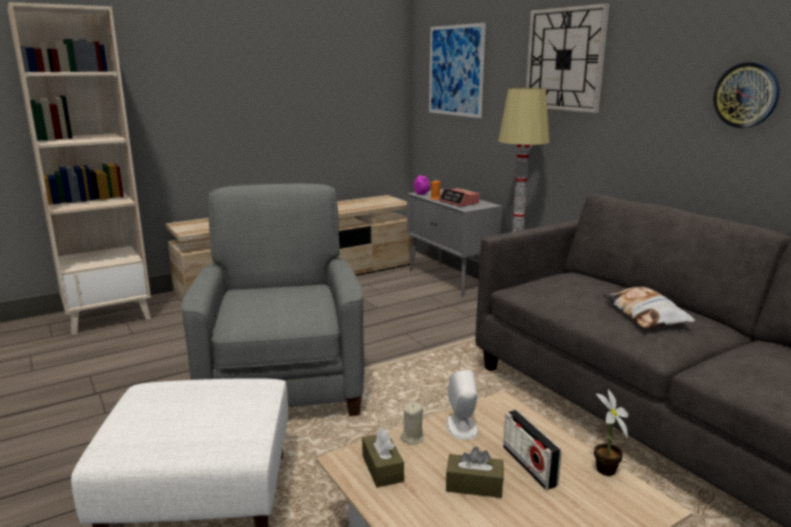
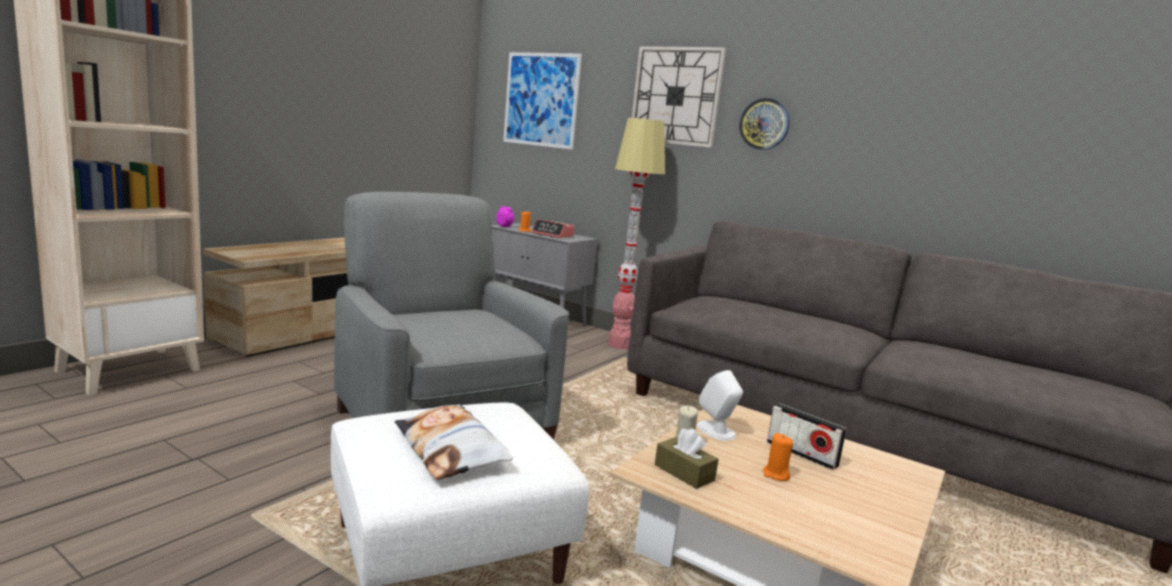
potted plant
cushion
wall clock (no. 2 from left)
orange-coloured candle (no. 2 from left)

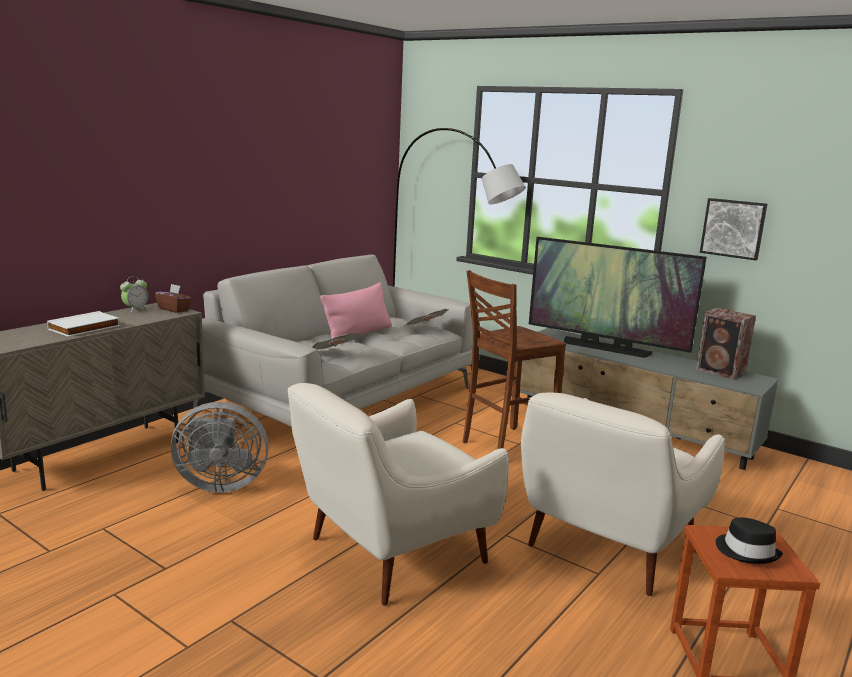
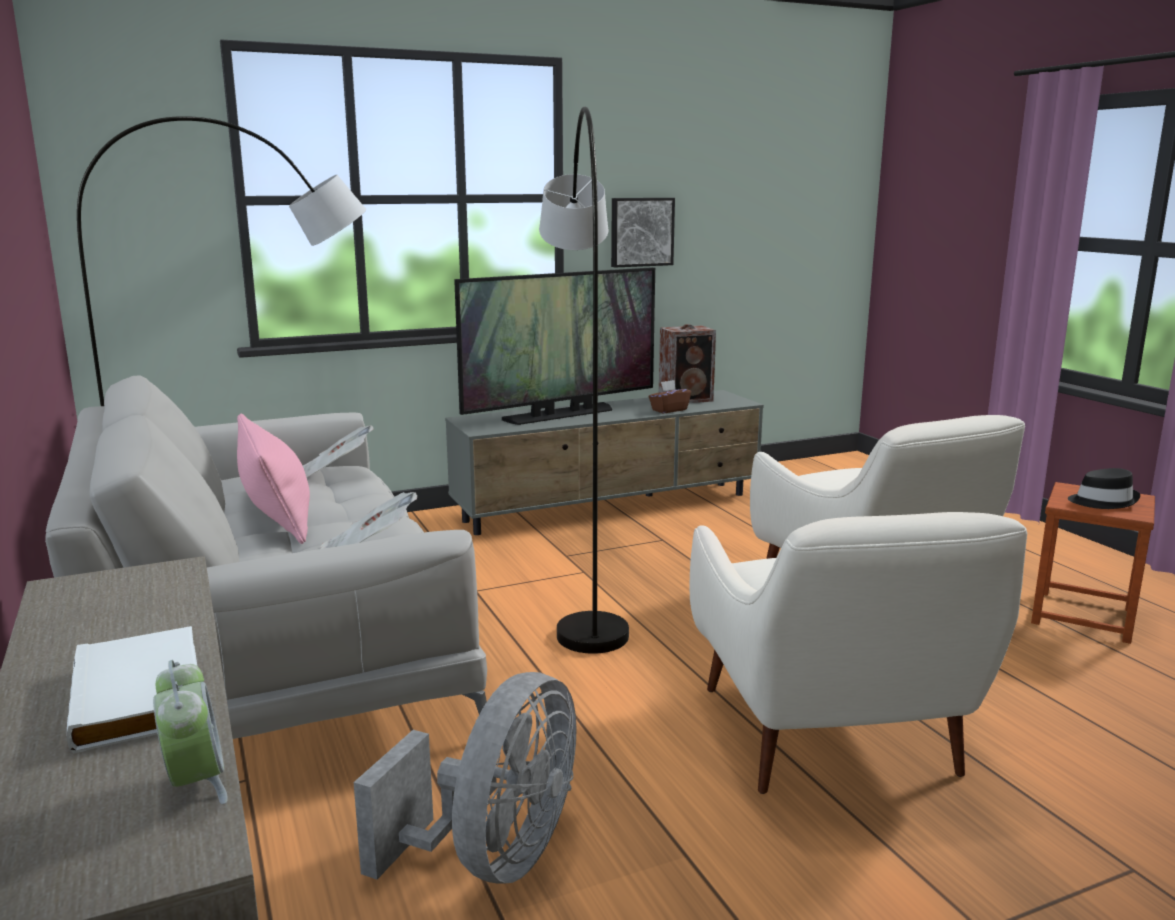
alarm clock
brown tissue holder
grey floor lamp (no. 2 from left)

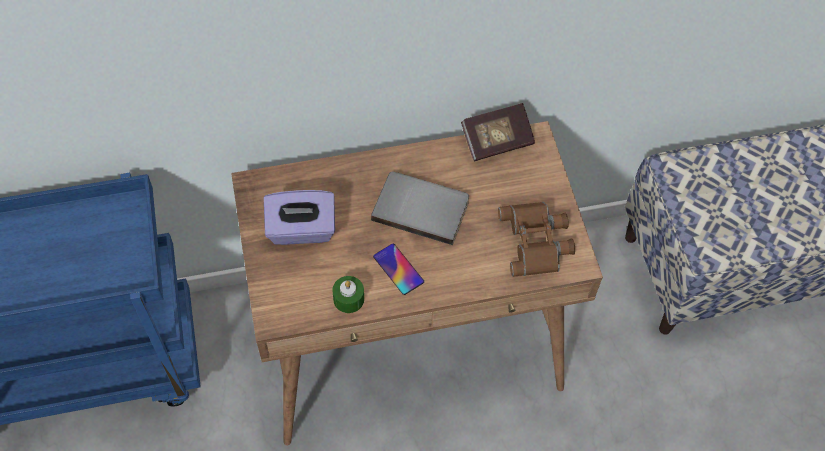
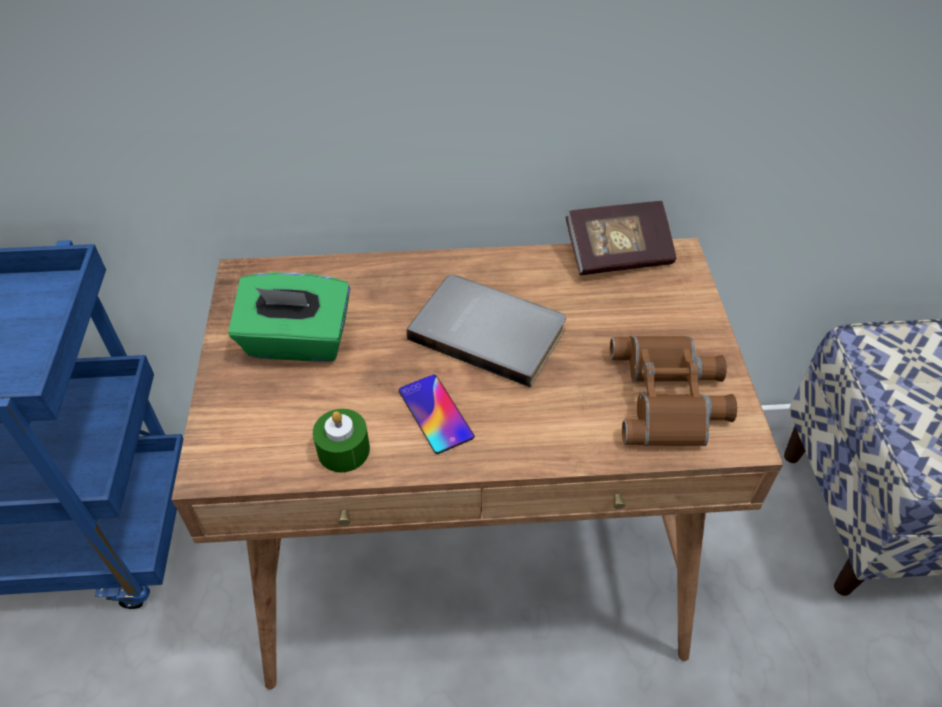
green tissue holder

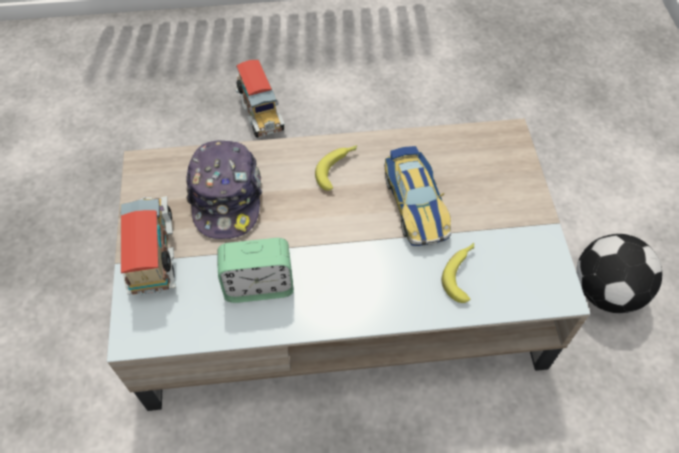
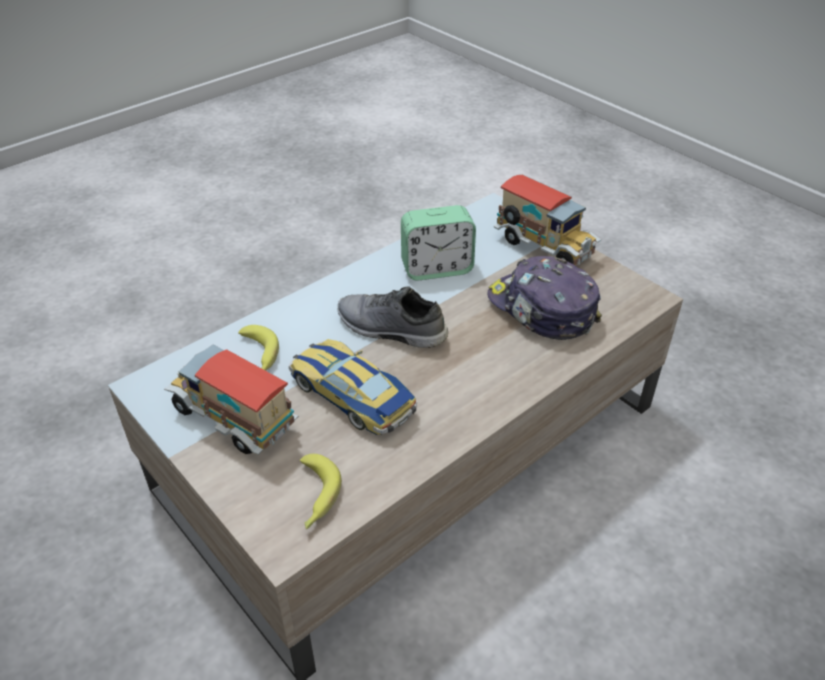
football ball
grey low shoe
toy truck (no. 1 from left)
banana (no. 2 from left)
alarm clock

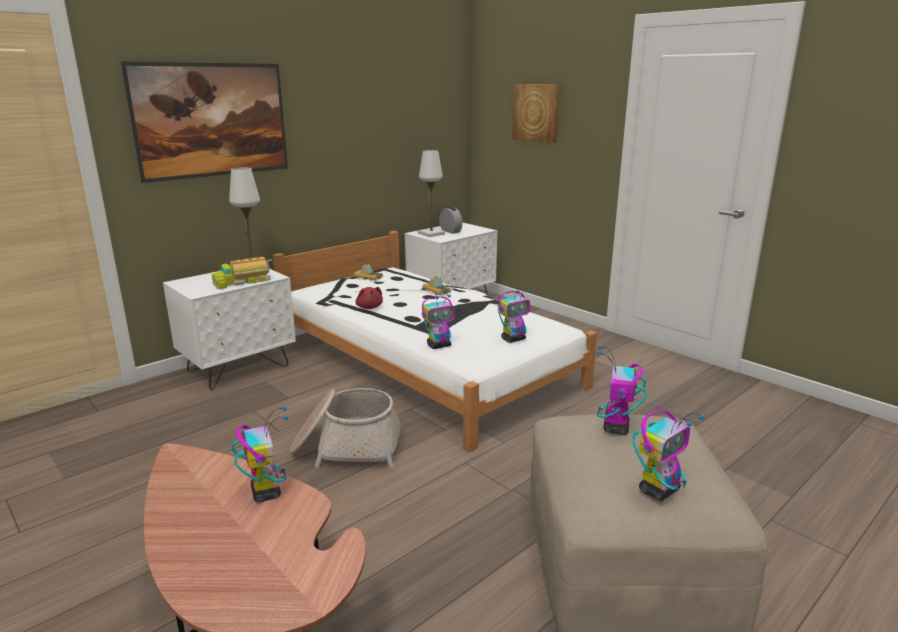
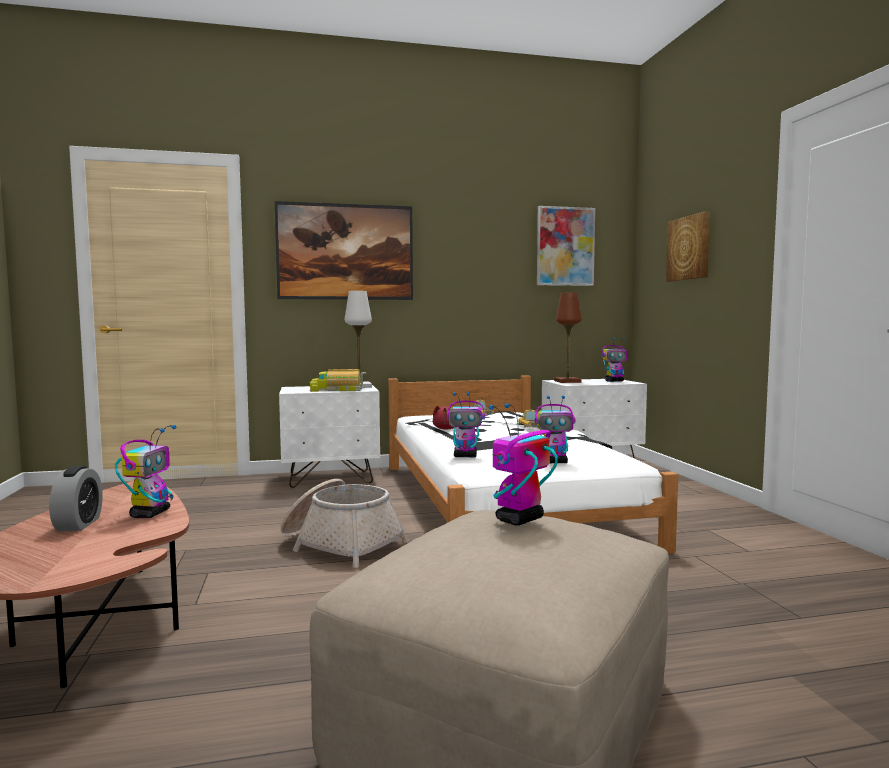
picture (no. 2 from left)
alarm clock
model robot (no. 5 from left)
brown table lamp

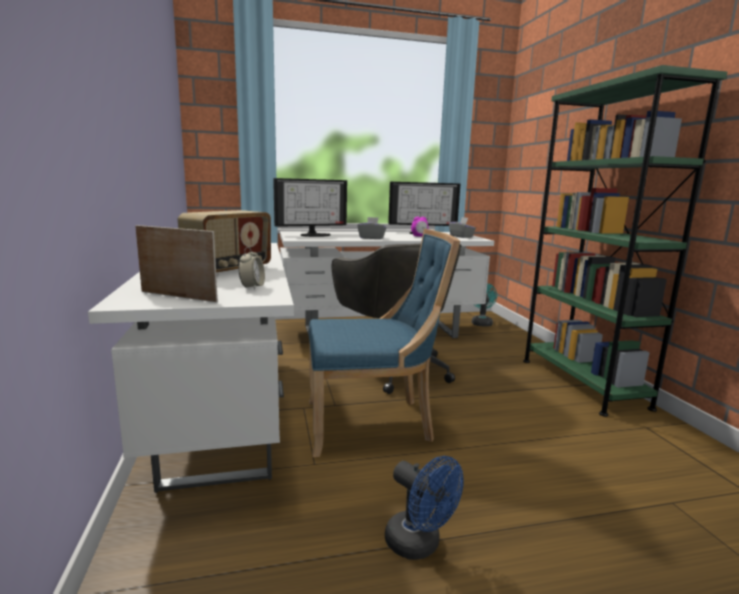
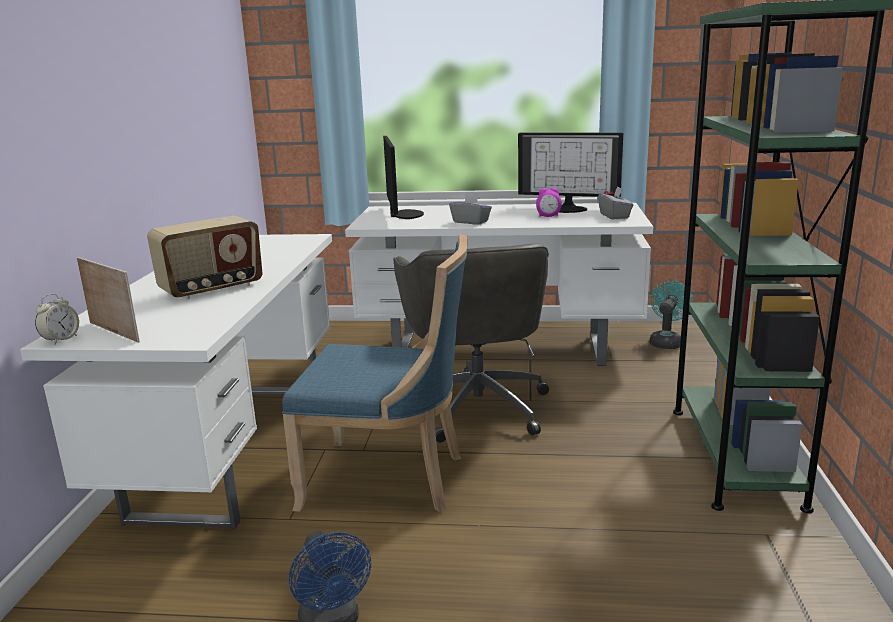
alarm clock (no. 1 from left)
computer display (no. 1 from left)

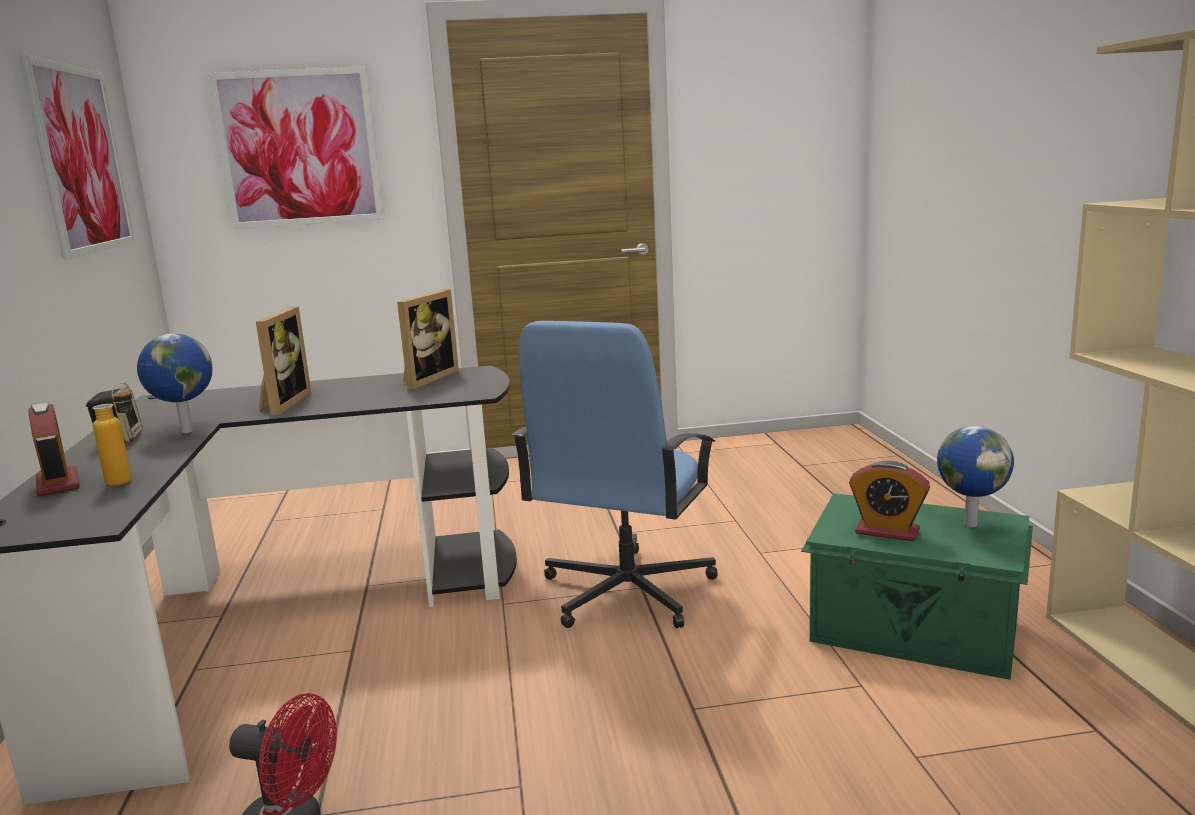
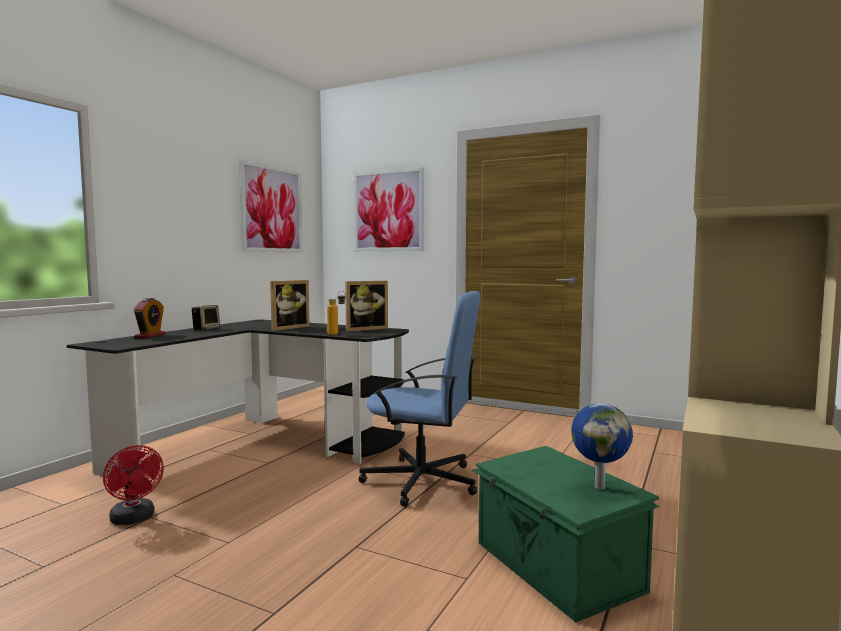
world globe (no. 1 from left in the first image)
alarm clock (no. 2 from left in the first image)
bottle
blue desk chair

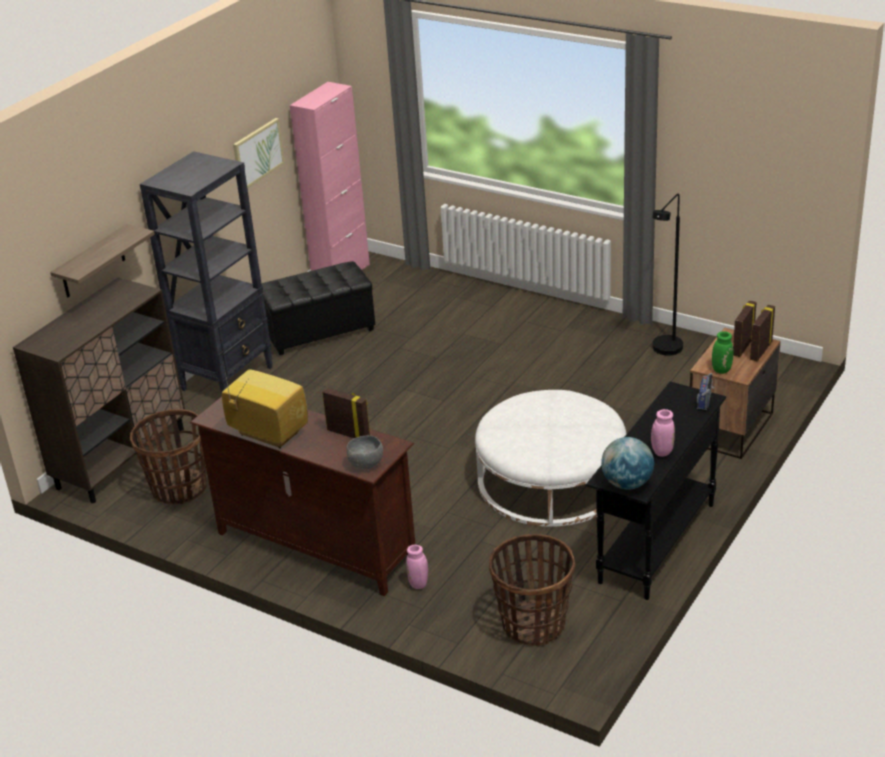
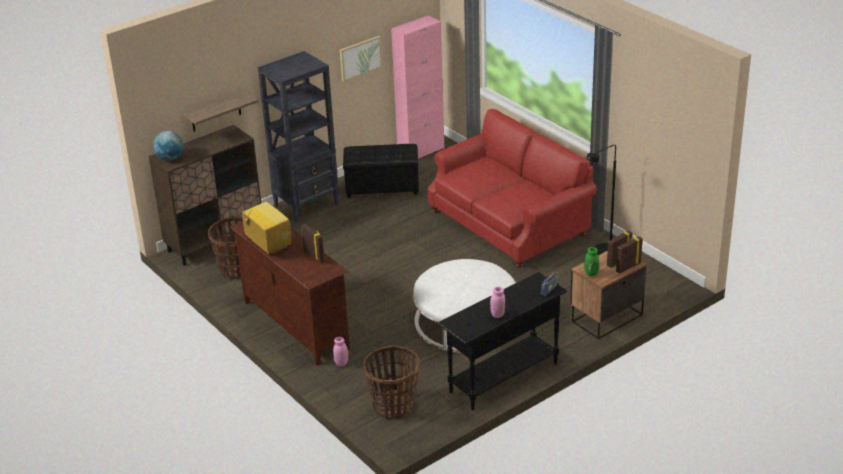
grey serving bowl
reddish sofa
world globe

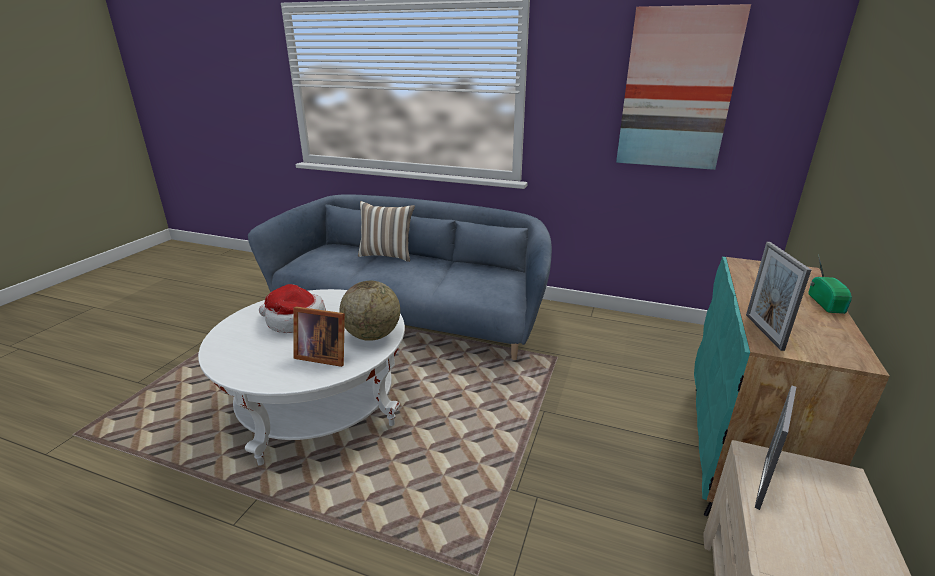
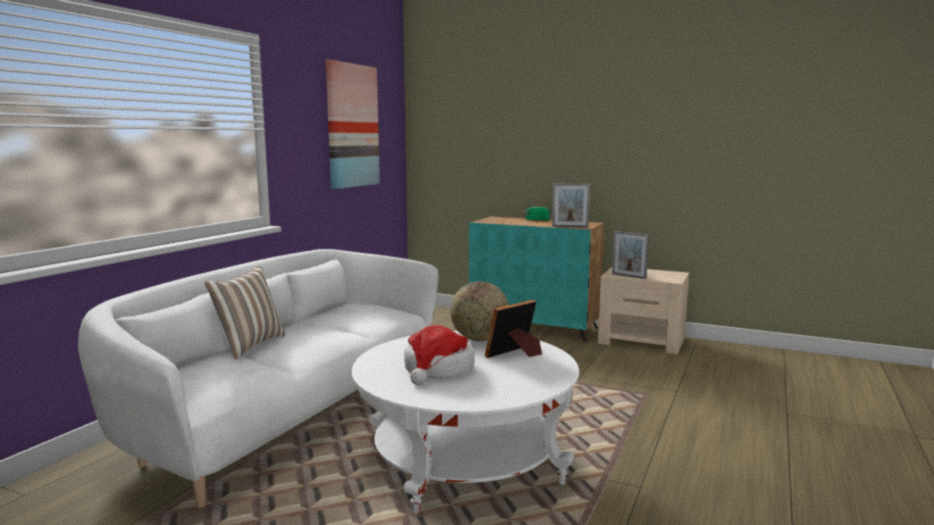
whitish sofa
picture frame (no. 1 from left)

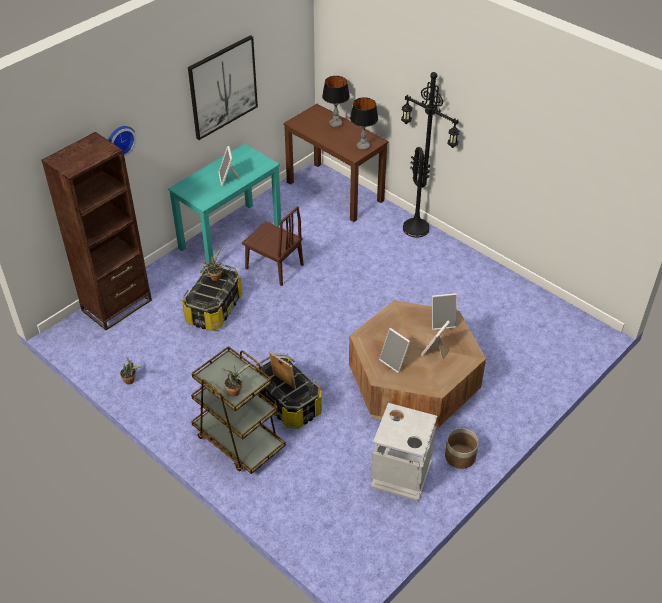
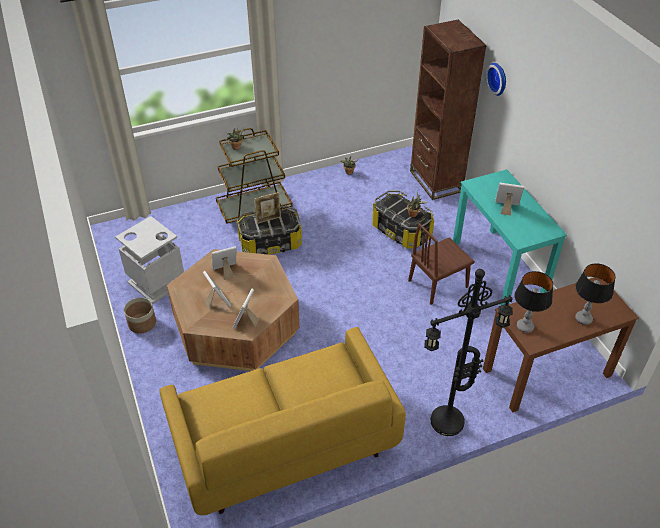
picture
yellowish sofa

